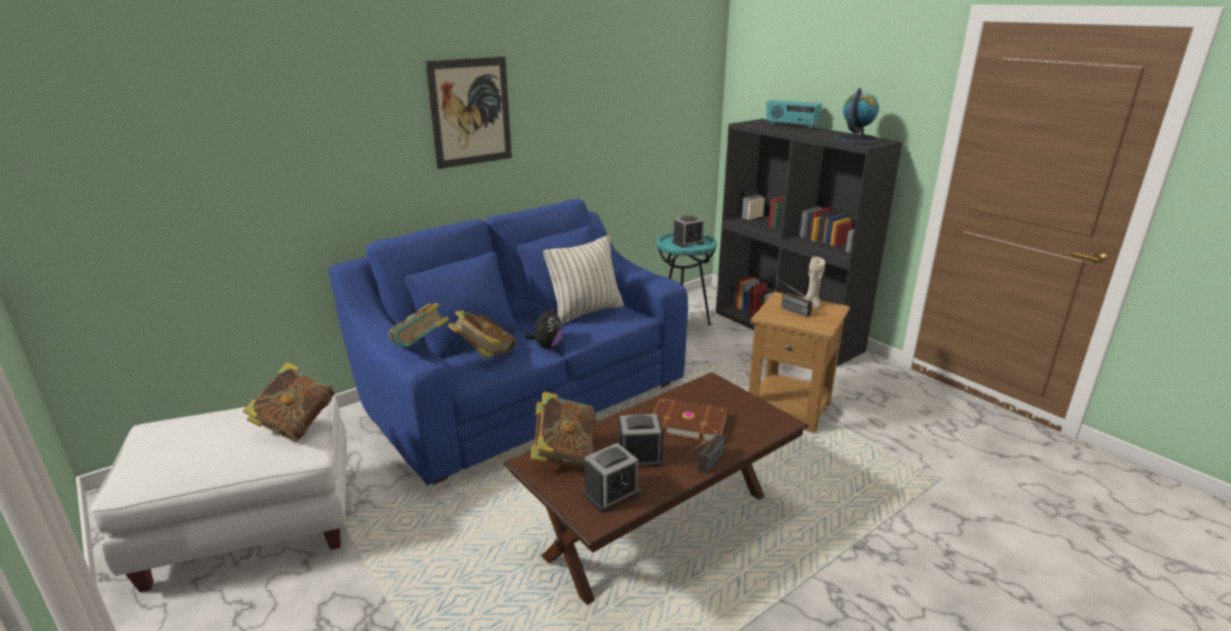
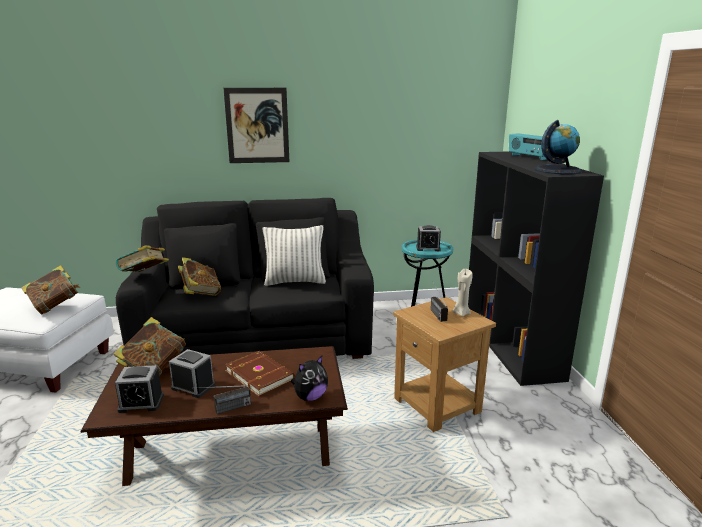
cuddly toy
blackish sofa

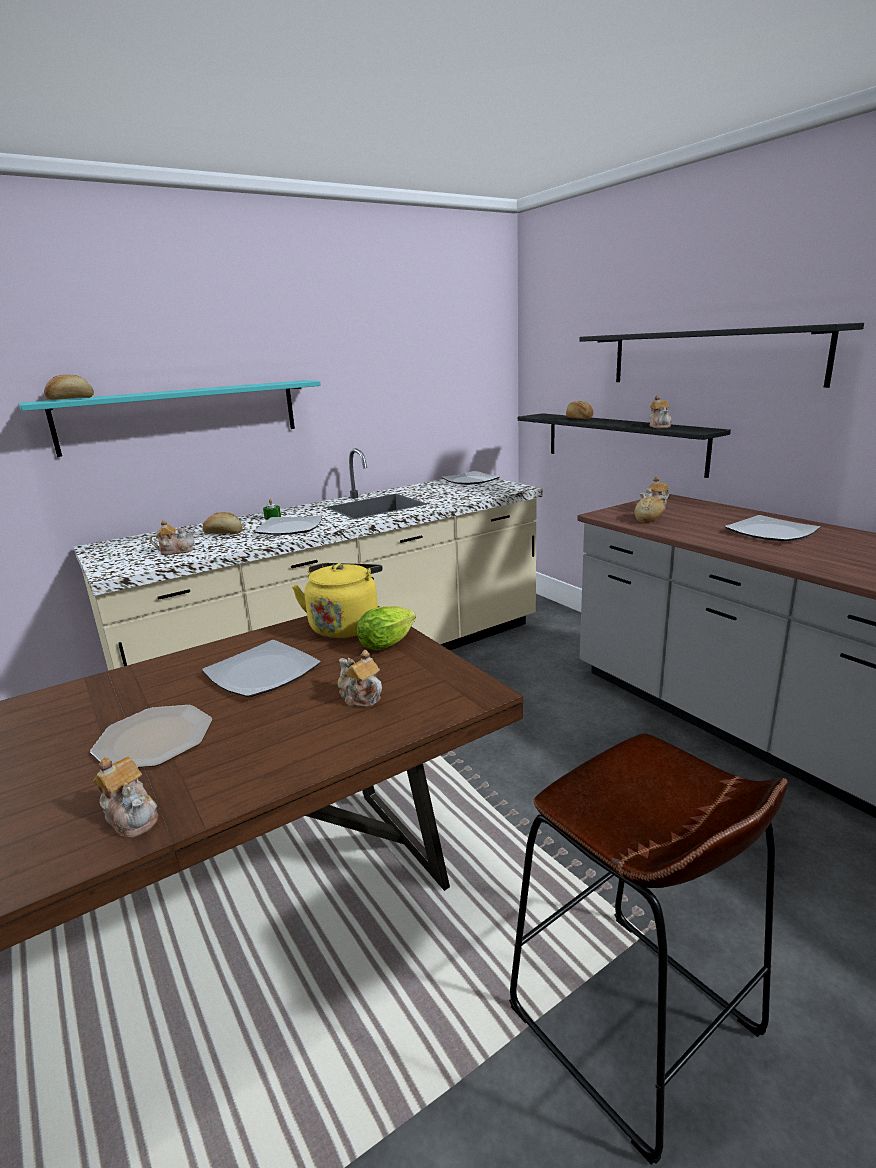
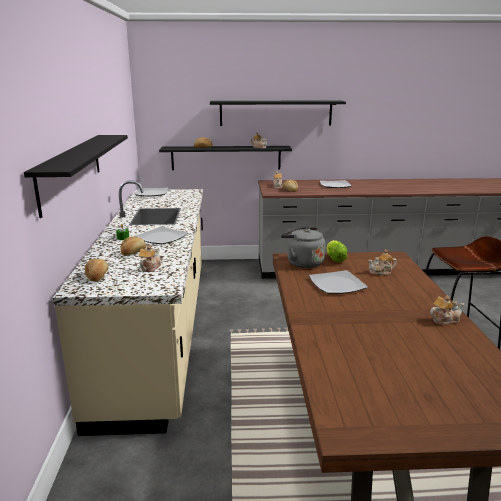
dinner plate (no. 1 from left in the first image)
baked bread (no. 1 from left)
blackish wall shelf (no. 1 from left)
grey water kettle

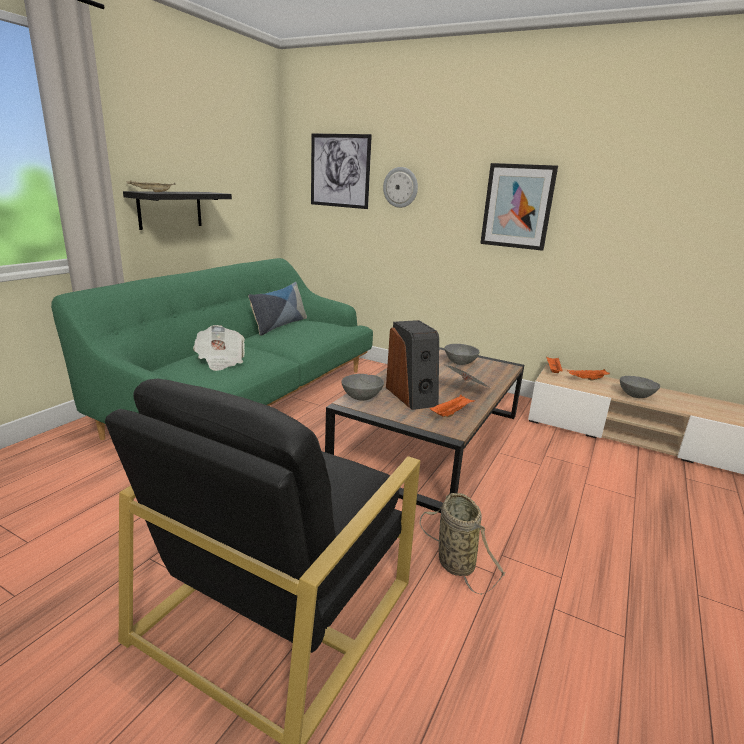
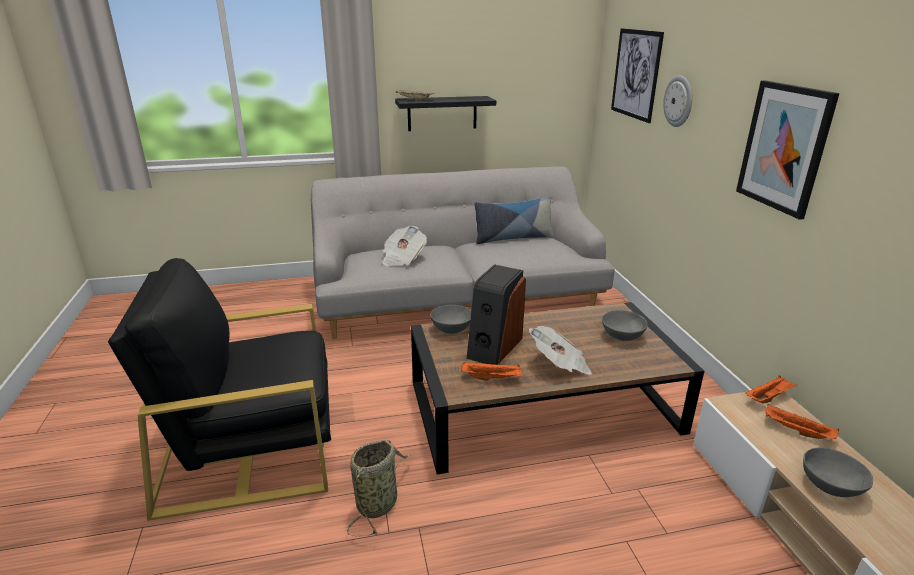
grey sofa

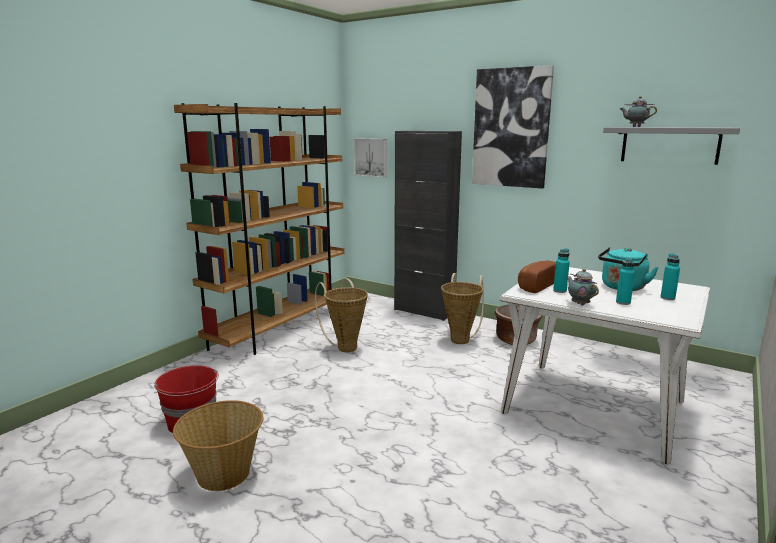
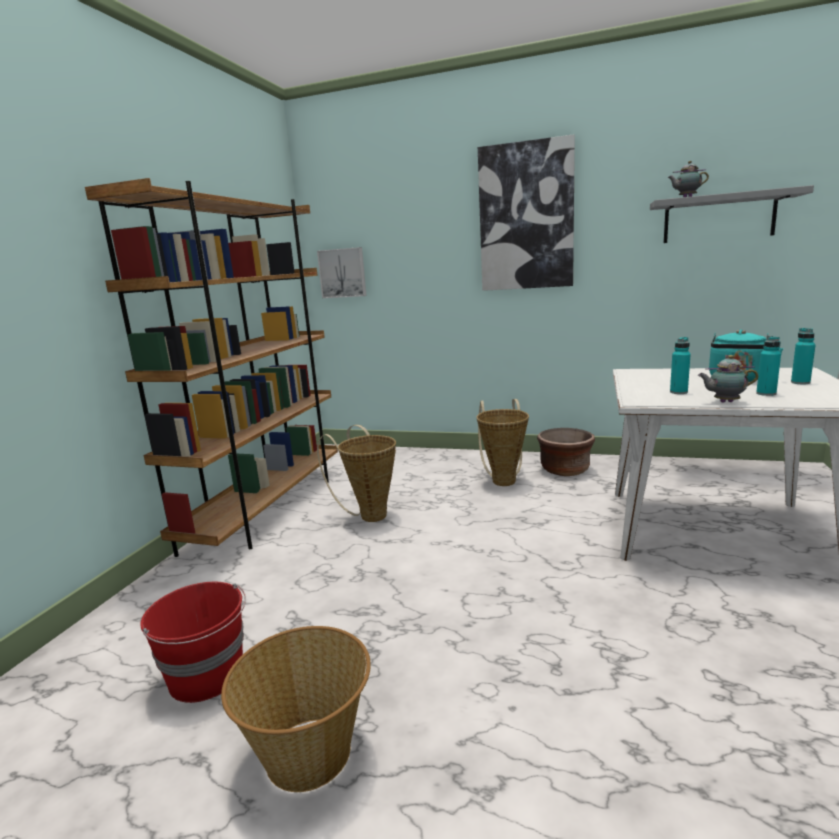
blackish cabinet
baked bread
teapot (no. 2 from left)

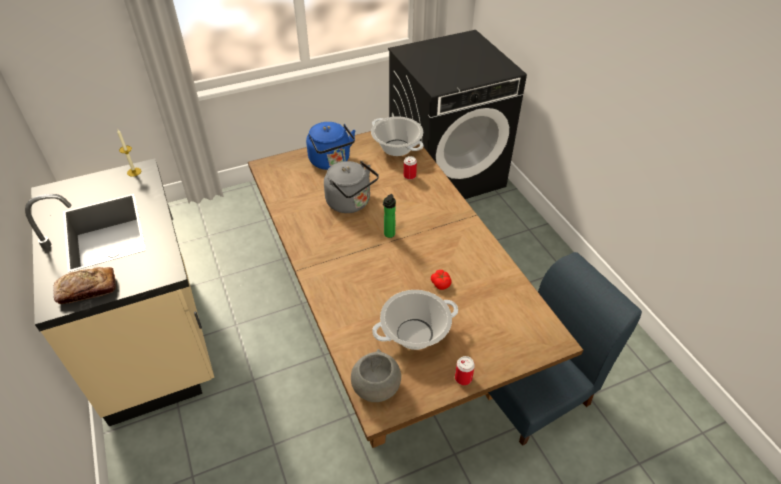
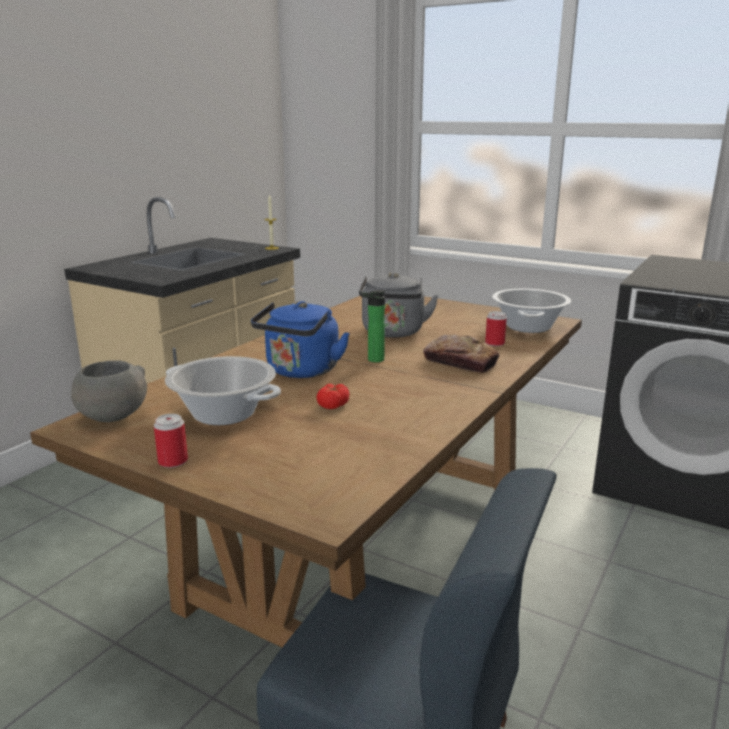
baked bread
blue water kettle

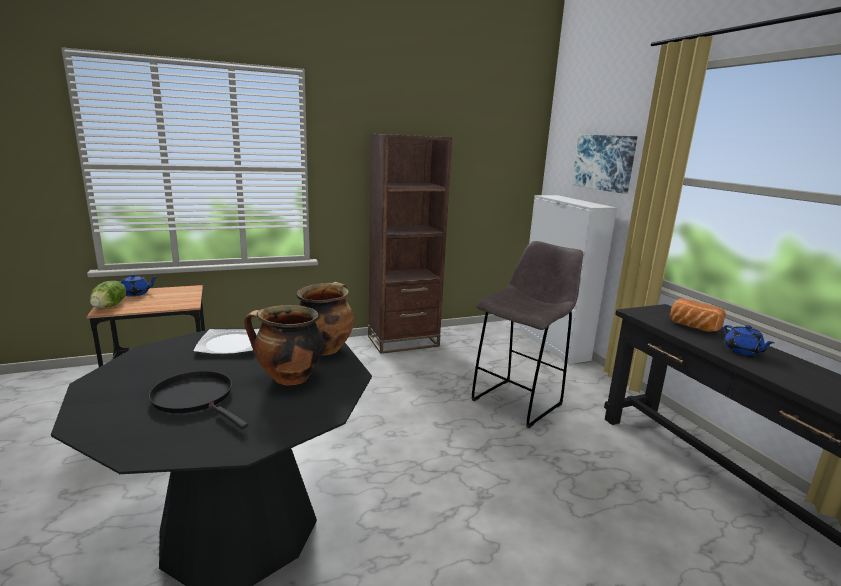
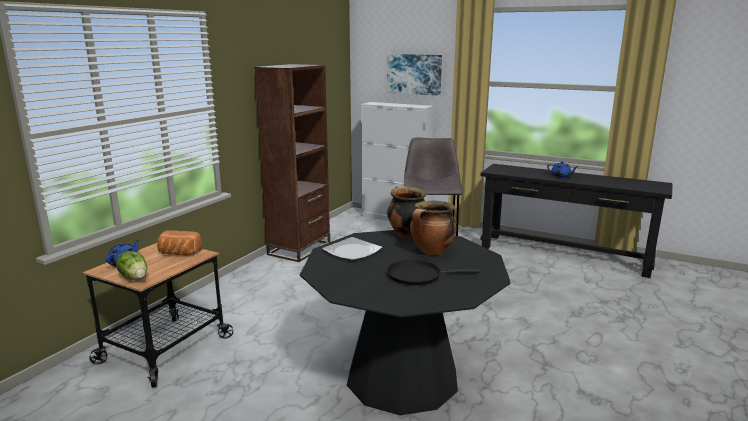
baked bread

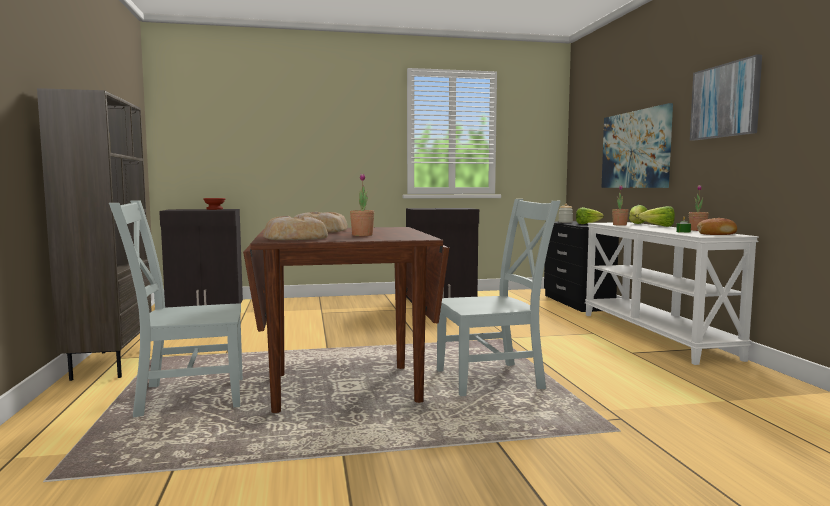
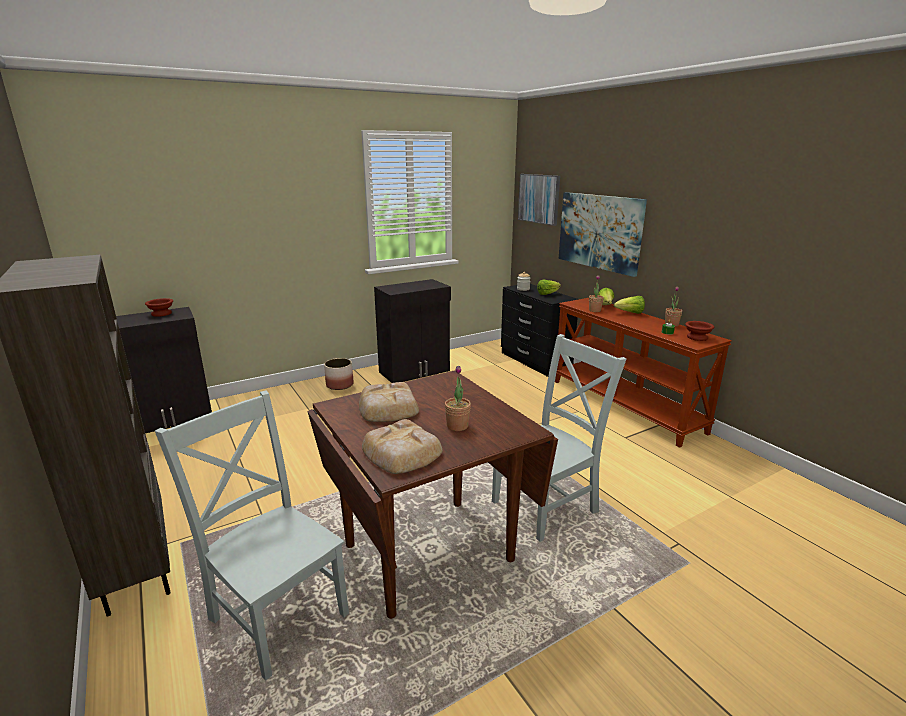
flower pot
picture (no. 1 from left)
brown serving bowl (no. 2 from left)
brown console table
grey upright chair (no. 1 from left)

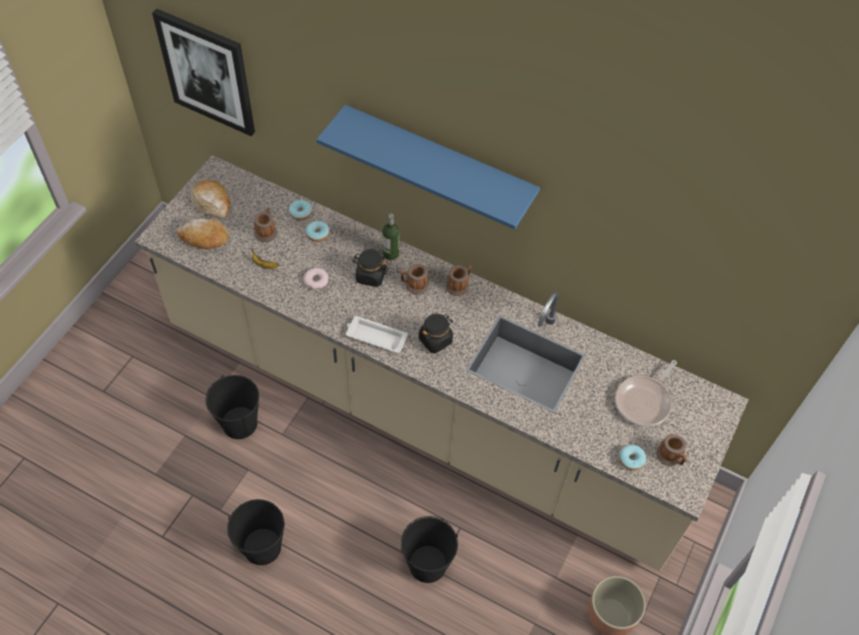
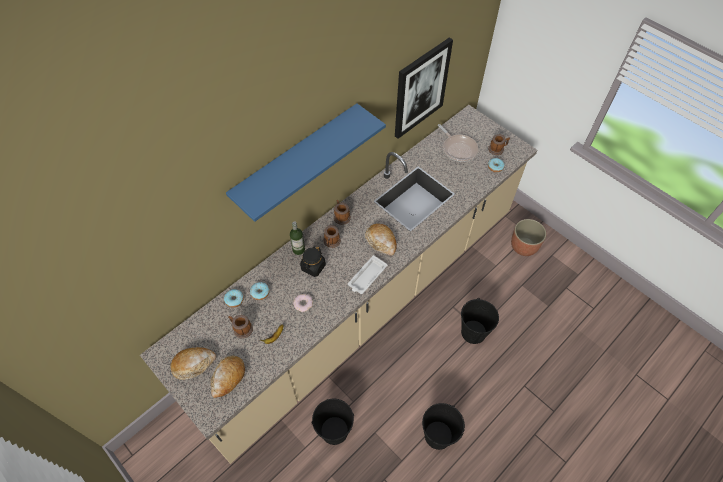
picture
baked bread (no. 3 from left)

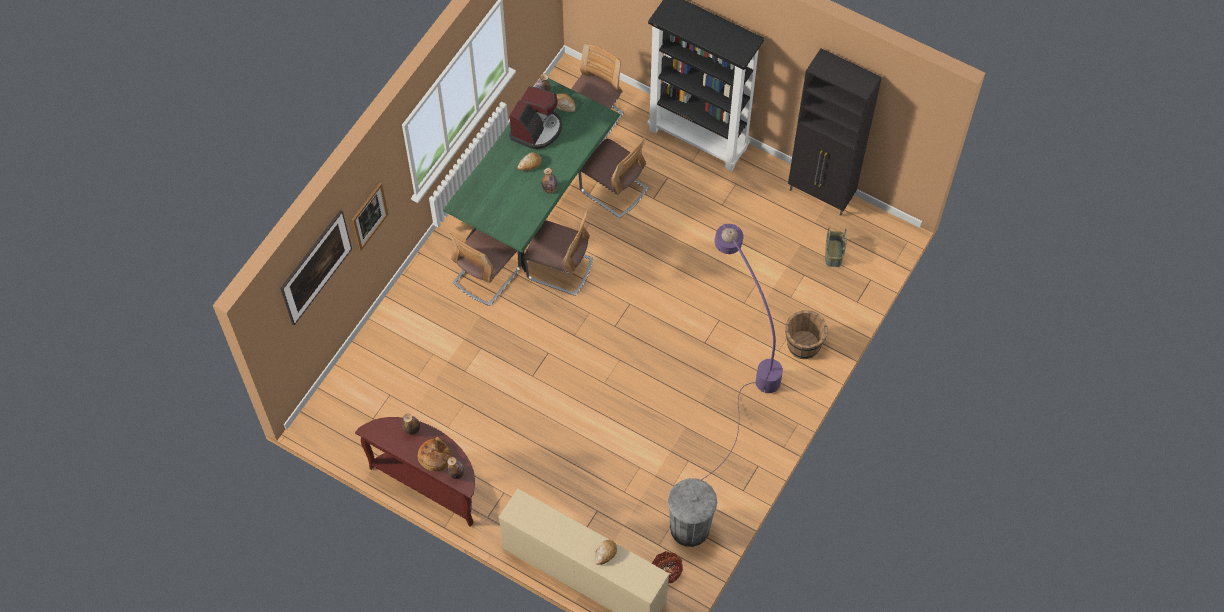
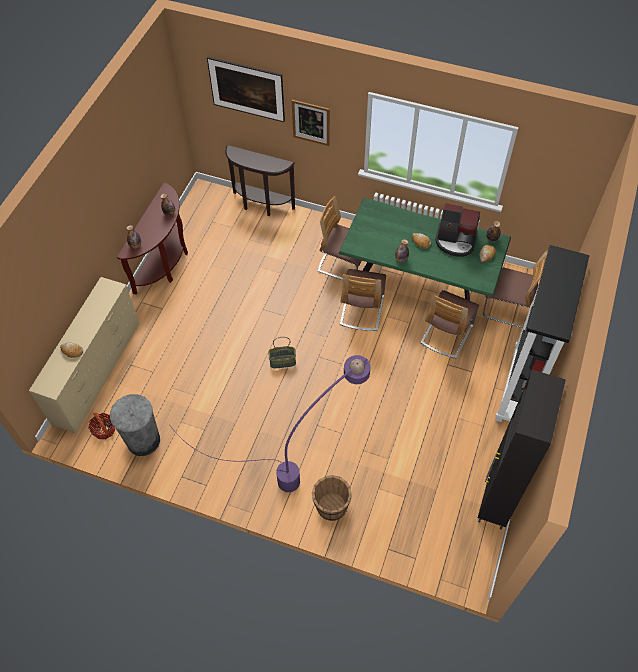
baked bread (no. 1 from left in the first image)
brown console table (no. 2 from left)
household basket (no. 2 from left)

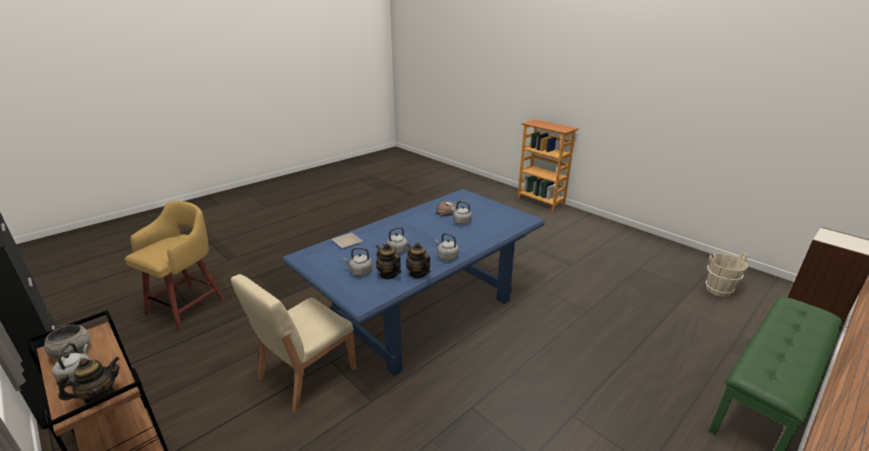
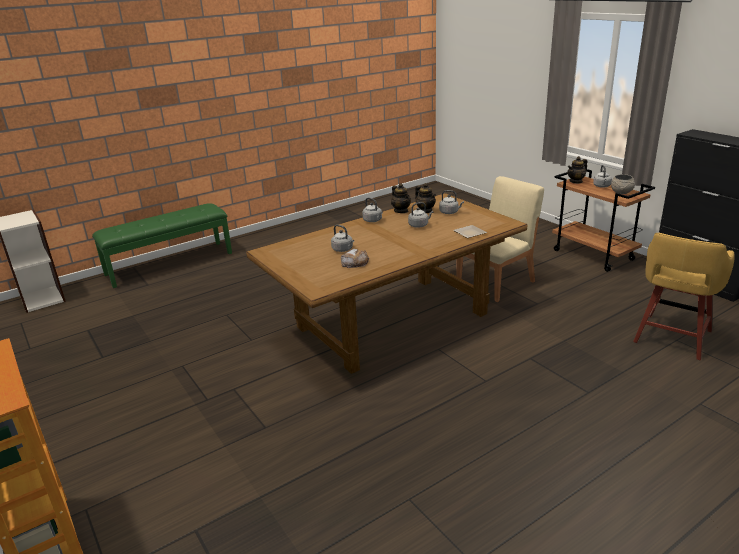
sand-coloured bucket
brown kitchen table

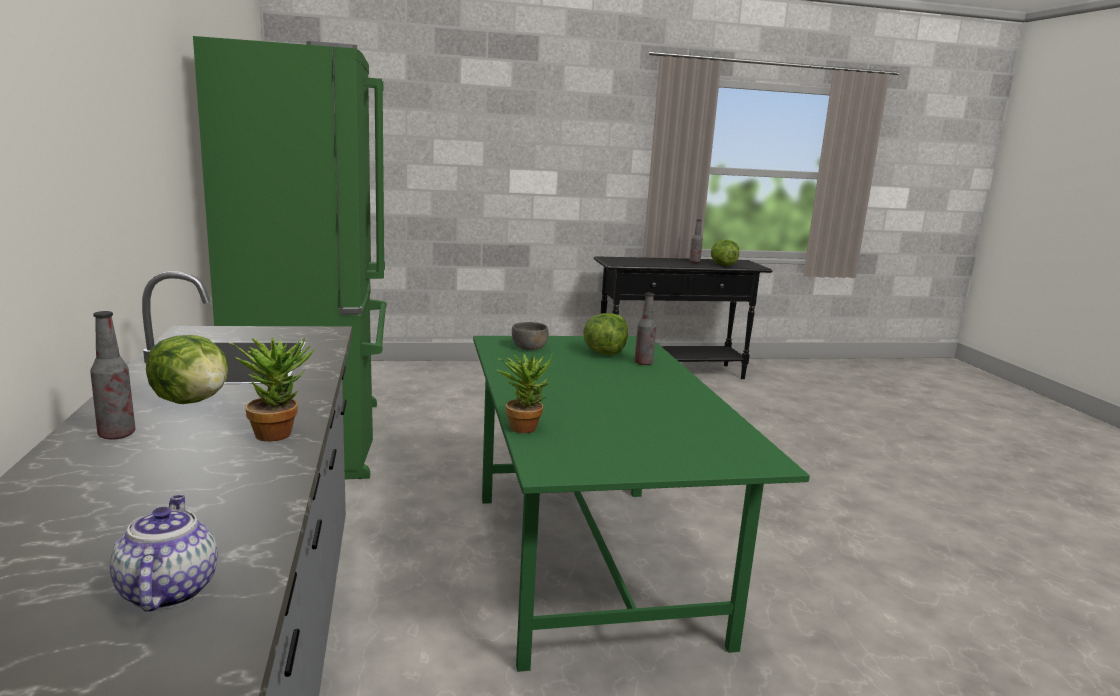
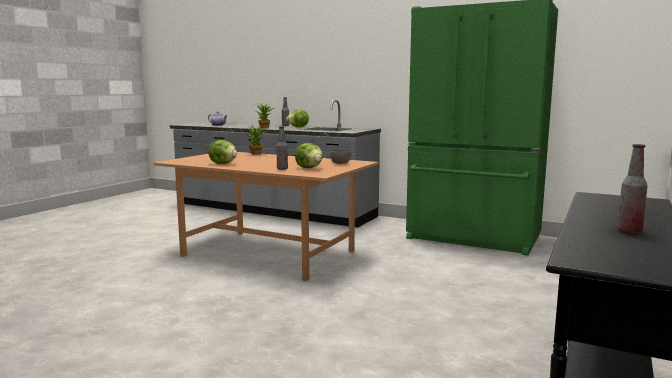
head of lettuce (no. 1 from left)
brown kitchen table

